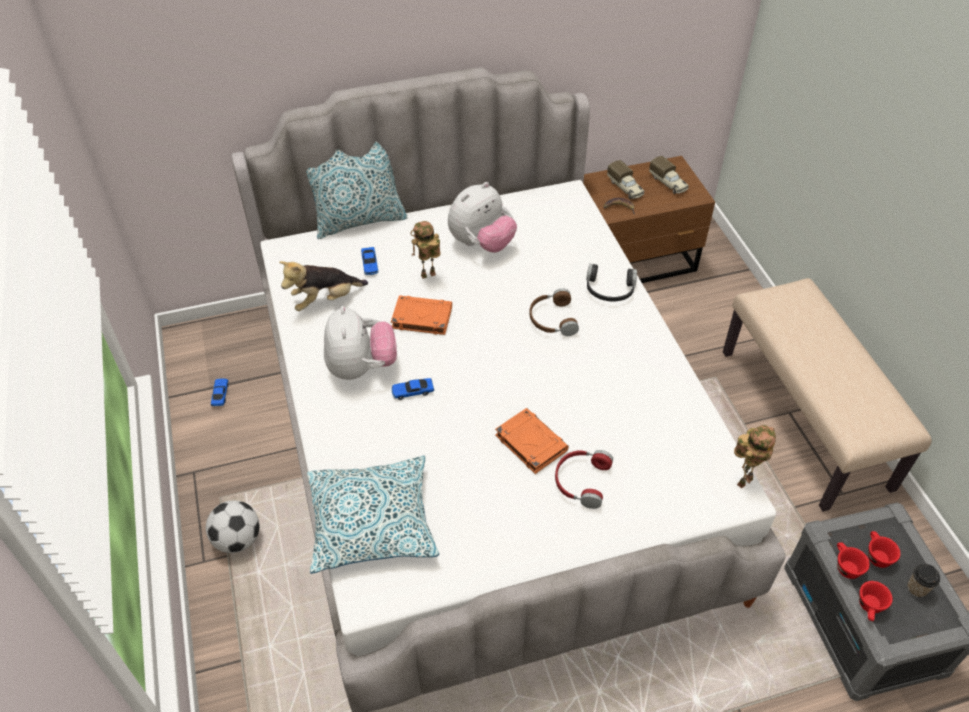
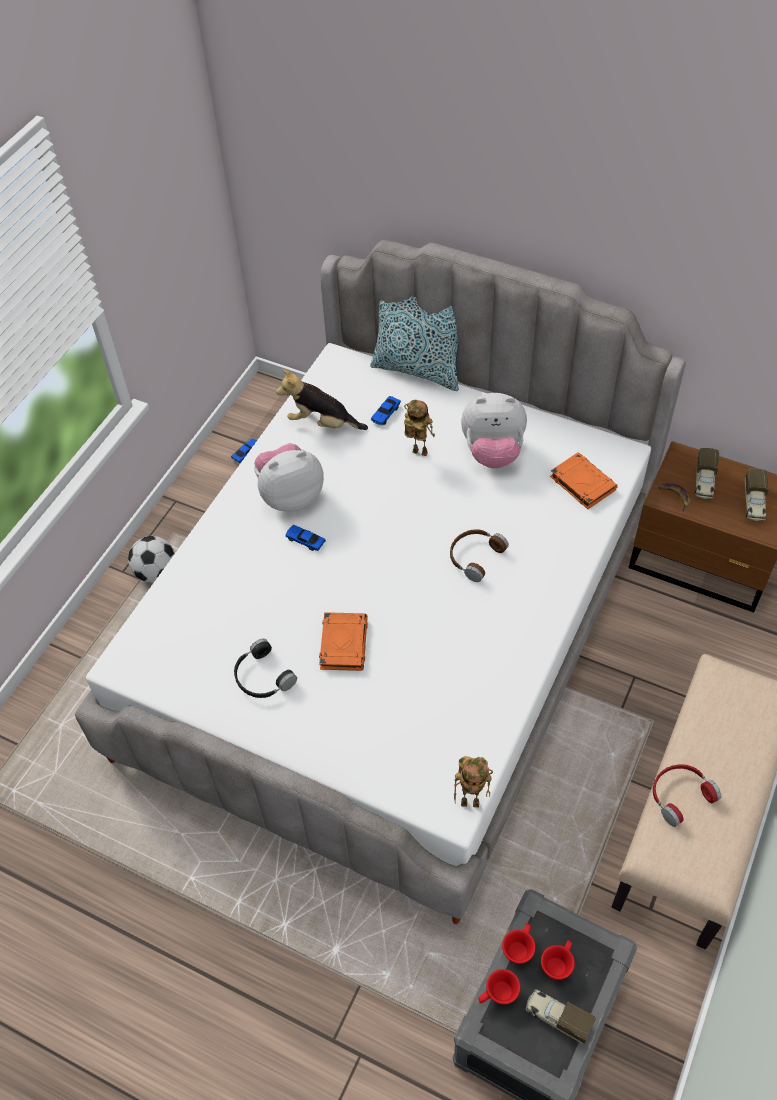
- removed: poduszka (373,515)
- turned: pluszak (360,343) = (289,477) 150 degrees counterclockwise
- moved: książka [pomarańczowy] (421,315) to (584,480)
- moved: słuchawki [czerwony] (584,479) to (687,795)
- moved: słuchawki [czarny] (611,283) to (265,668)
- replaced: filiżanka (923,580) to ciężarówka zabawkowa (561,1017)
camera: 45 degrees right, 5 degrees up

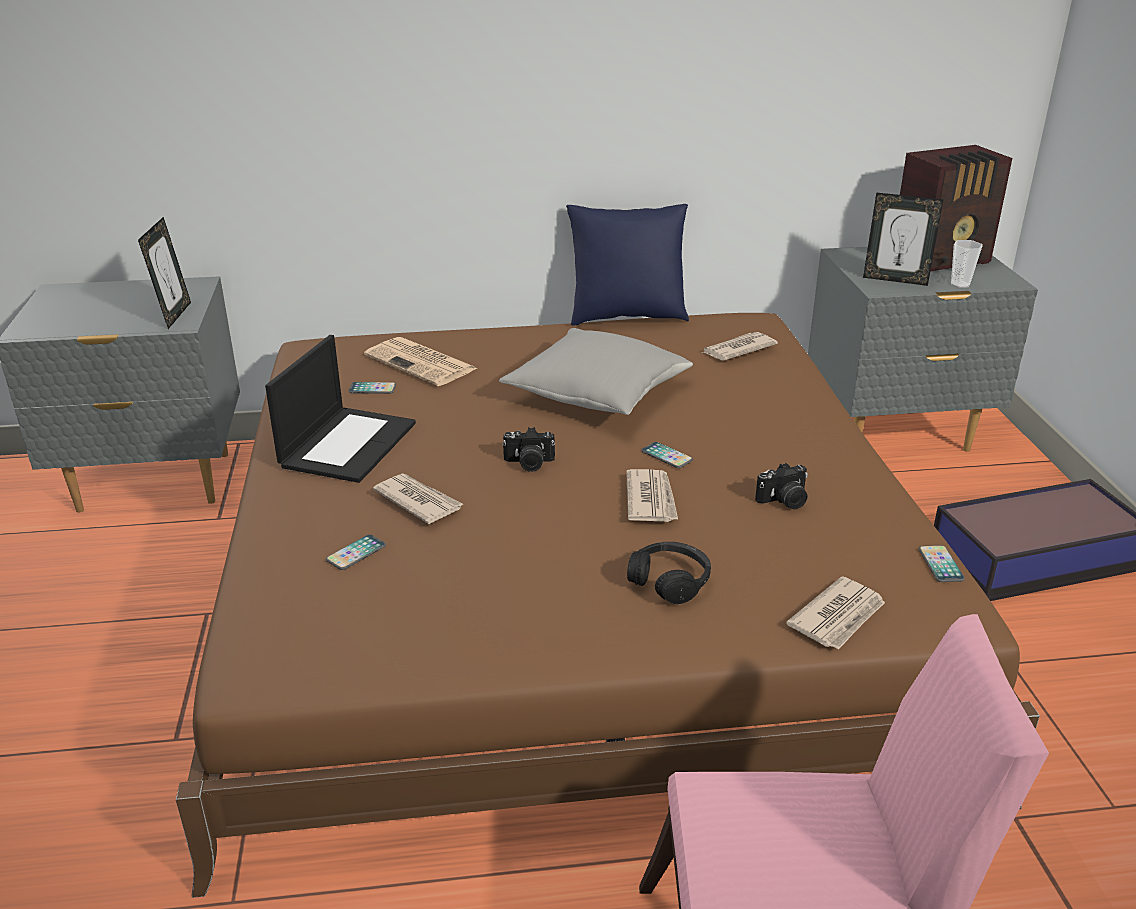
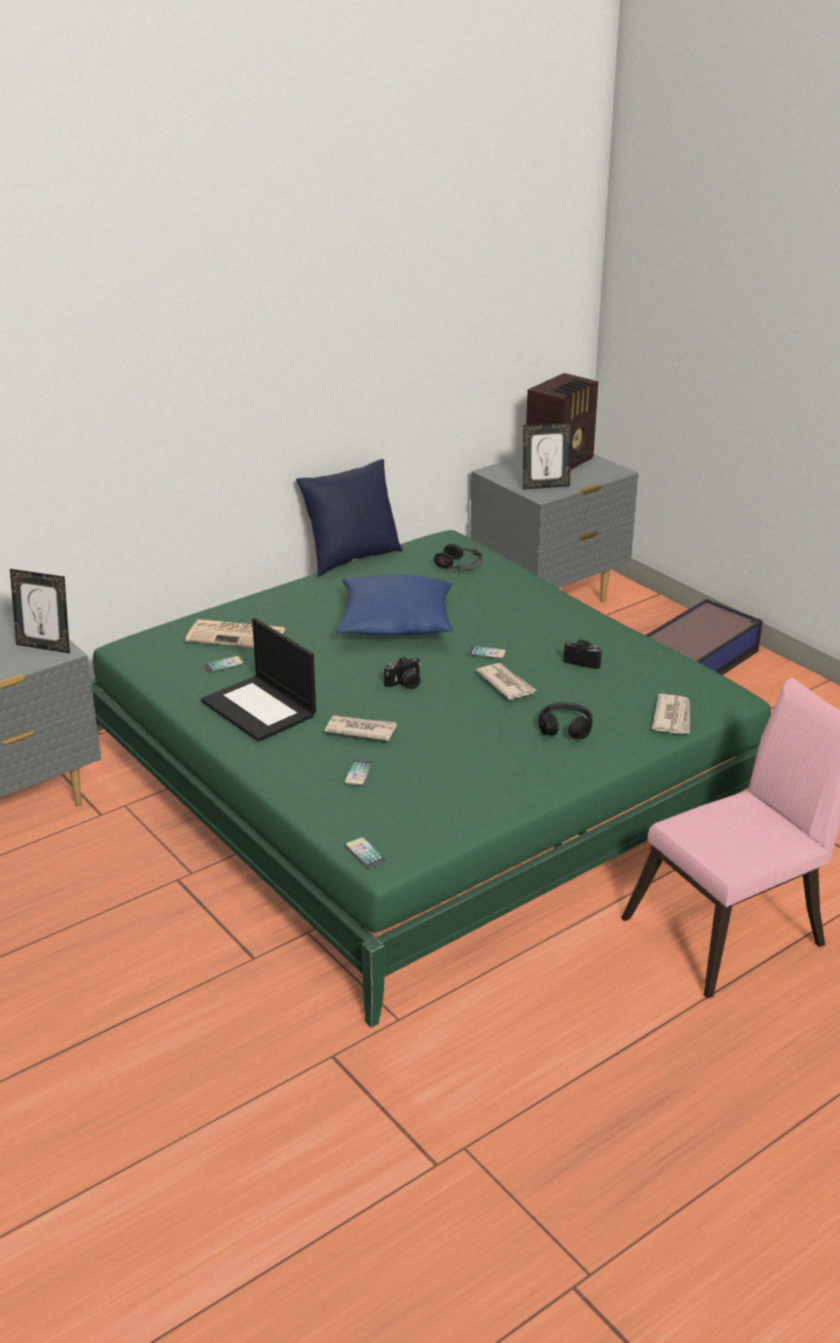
- turned: ramka na zdjęcie (164,273) = (40,611) 135 degrees clockwise
- recoloured: łóżko [brązowy] (608,605) to łóżko [zielony] (431,779)
- turned: laptop (340,409) = (258,680) 150 degrees clockwise
- recoloured: poduszka [szary] (596,371) to poduszka [niebieski] (394,605)
- replaced: gazeta (740,346) to słuchawki (458,558)
- turned: aparat fotograficzny (781,486) = (583,654) 105 degrees counterclockwise
- moved: telefon (942,563) to (365,852)
- removed: filiżanka (967,264)
camera: 30 degrees left, 0 degrees up

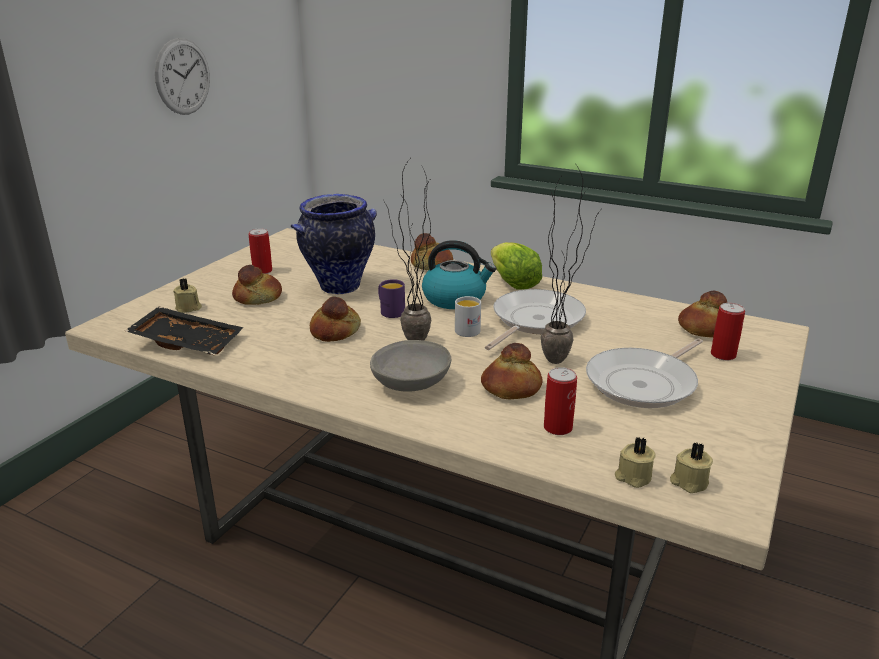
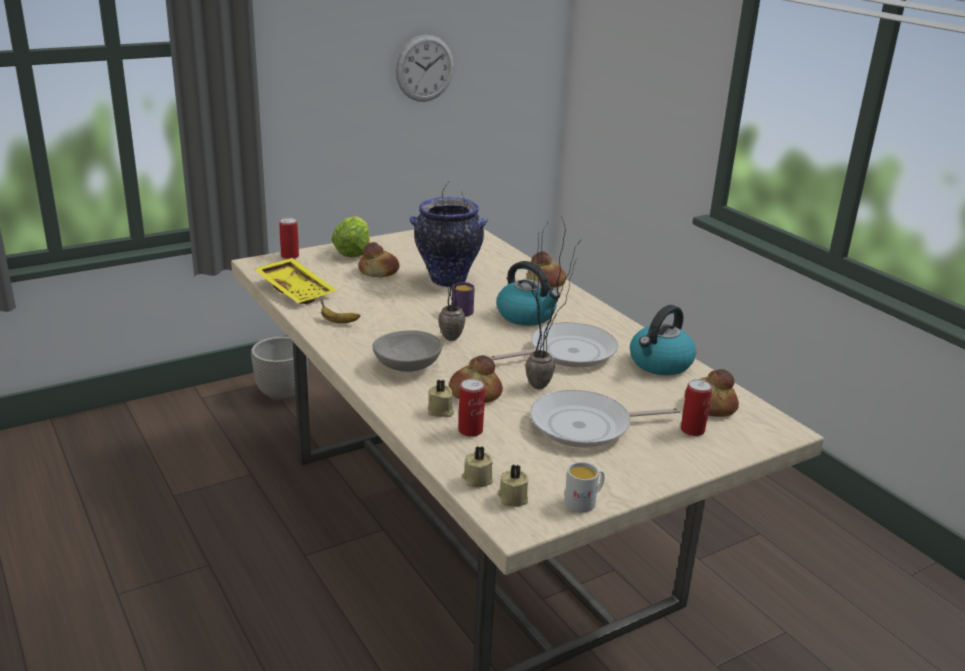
- recoloured: taca [czarny] (184,330) to taca [żółty] (295,281)
- moved: świeca [beżowy] (187,295) to (441,399)
- moved: puszka (260,251) to (289,238)
- removed: chleb (335,319)
- moved: kubek [biały] (468,316) to (585,487)
- moved: sałata (516,265) to (350,237)
- added: donica (279,369)
- added: banan (340,311)
- added: czajnik (663,340)
camera: 30 degrees right, 0 degrees up

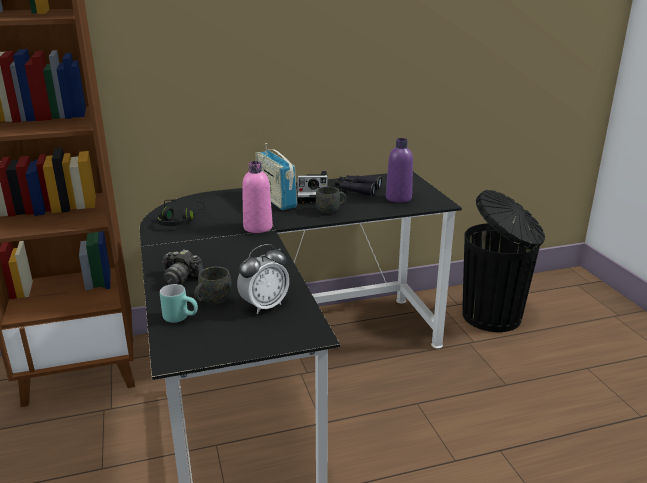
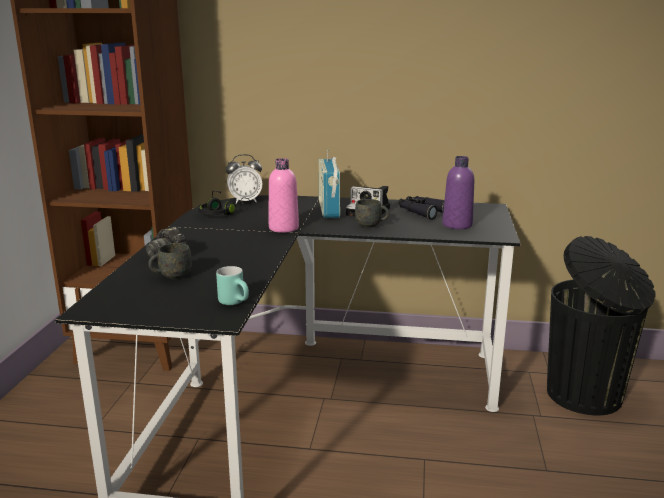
- moved: kubek [turkusowy] (179,303) to (232,285)
- moved: budzik (263,279) to (244,179)
camera: 25 degrees right, 5 degrees down

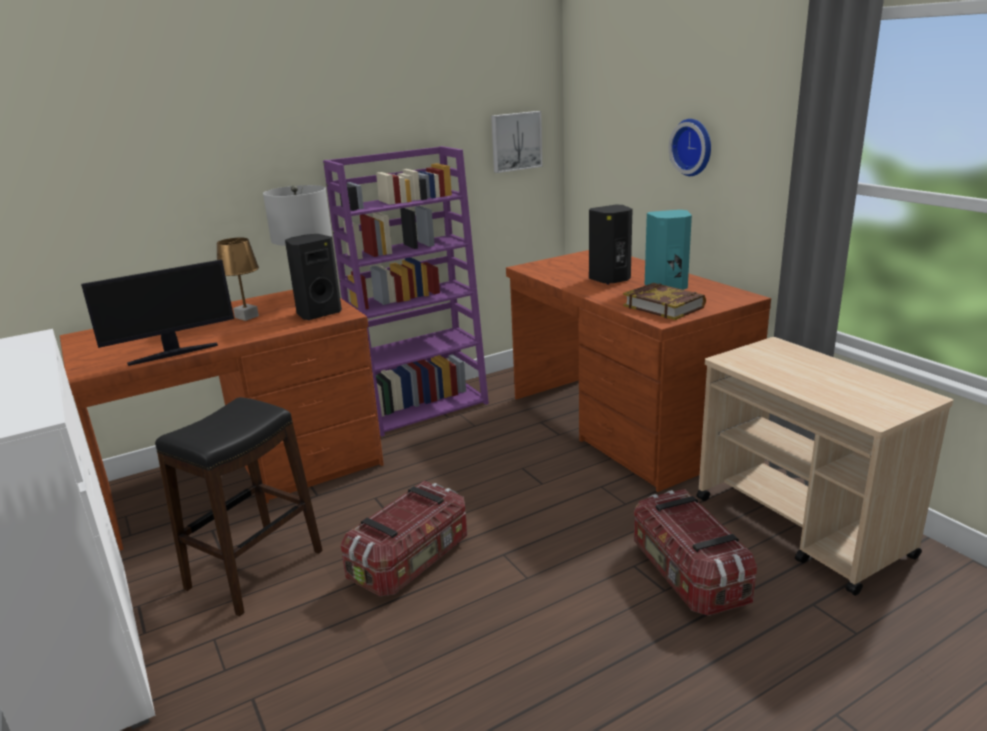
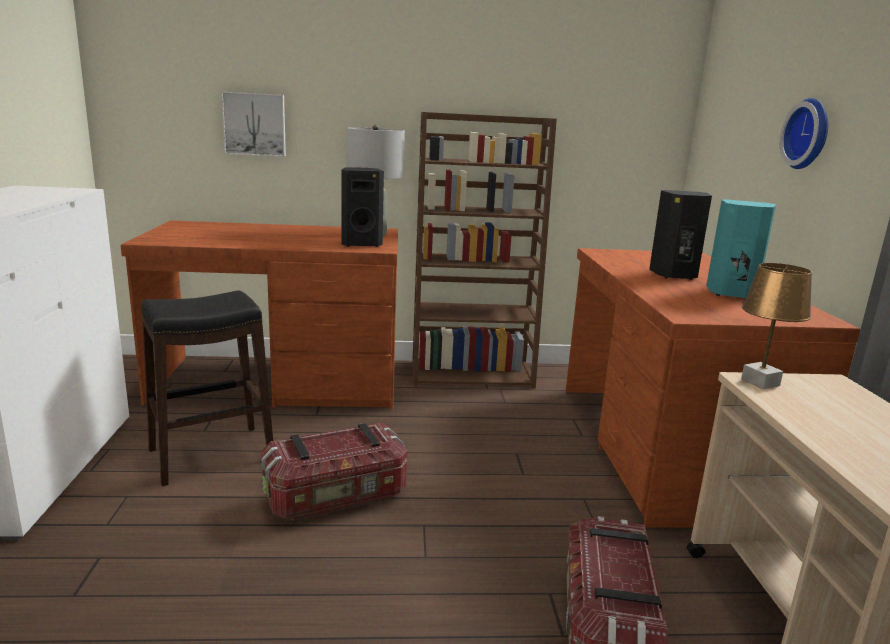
- removed: monitor (157,312)
- moved: lampa stołowa [brązowy] (237,279) to (776,326)
- recoloured: regał [fioletowy] (406,291) to regał [brązowy] (484,250)
- moved: obraz (516,142) to (253,124)
- removed: książka (664,301)
camera: 25 degrees right, 5 degrees down

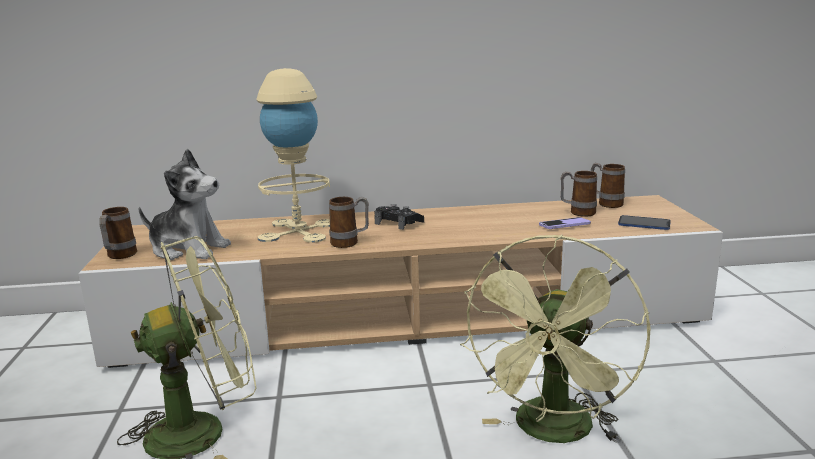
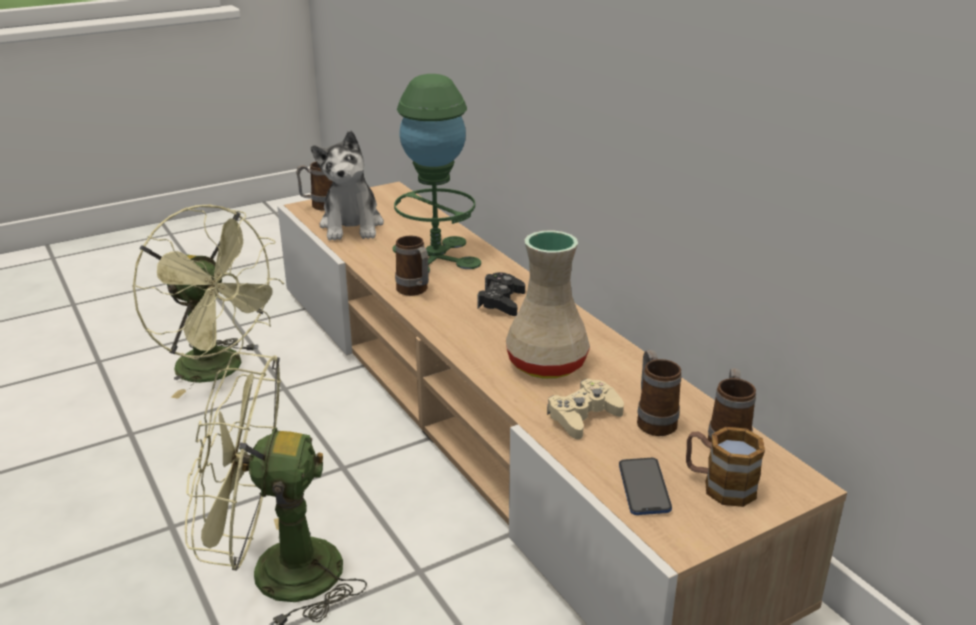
- recoloured: lampa stołowa [beżowy] (293,155) to lampa stołowa [zielony] (437,173)
- replaced: telefon (565,223) to pad do gier [beżowy] (585,409)
- added: wazon [beżowy] (548,305)
- added: kubek (725,467)
camera: 65 degrees right, 10 degrees up

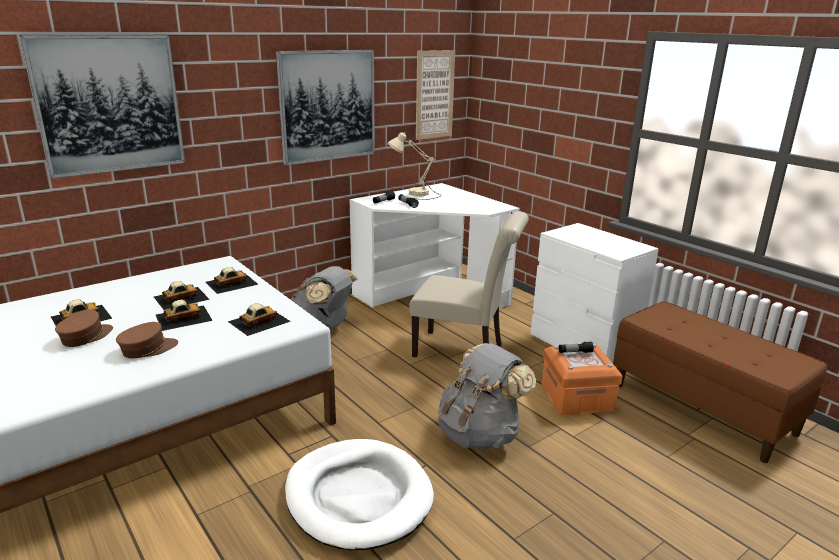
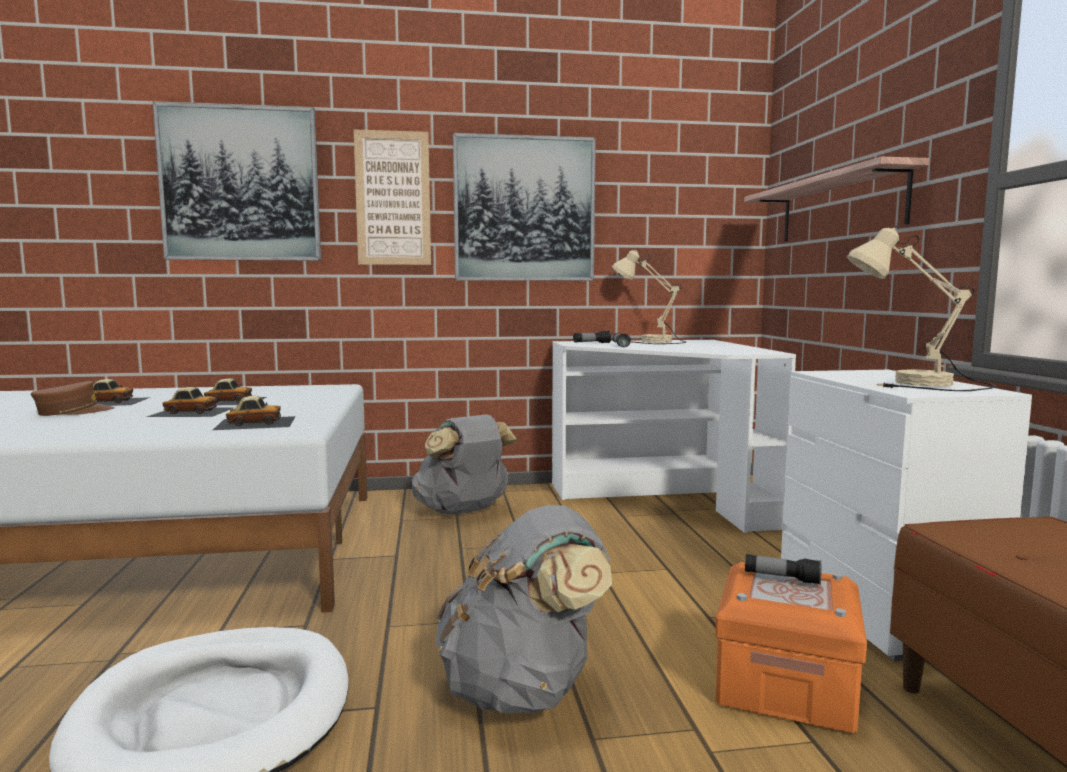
- removed: czapka z daszkiem [brązowy] (147,340)
- removed: samochodzik (232,280)
- removed: krzesło [beżowy] (469,284)
- moved: obraz (435,95) to (392,197)
- added: półka (837,199)
- added: lampa stołowa [beżowy] (921,308)
camera: 30 degrees right, 15 degrees down

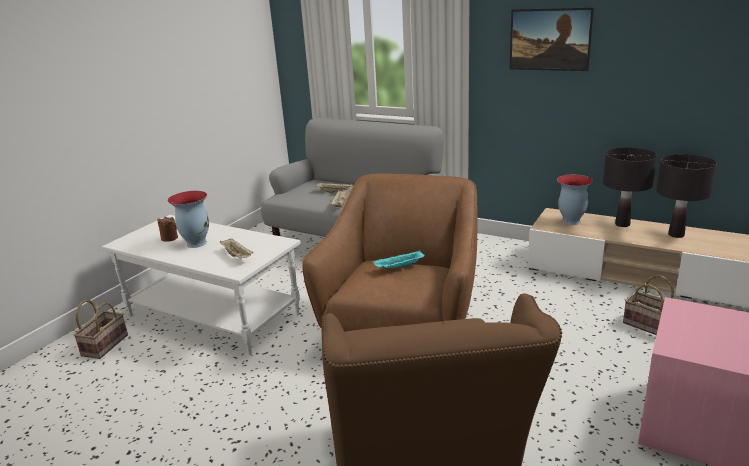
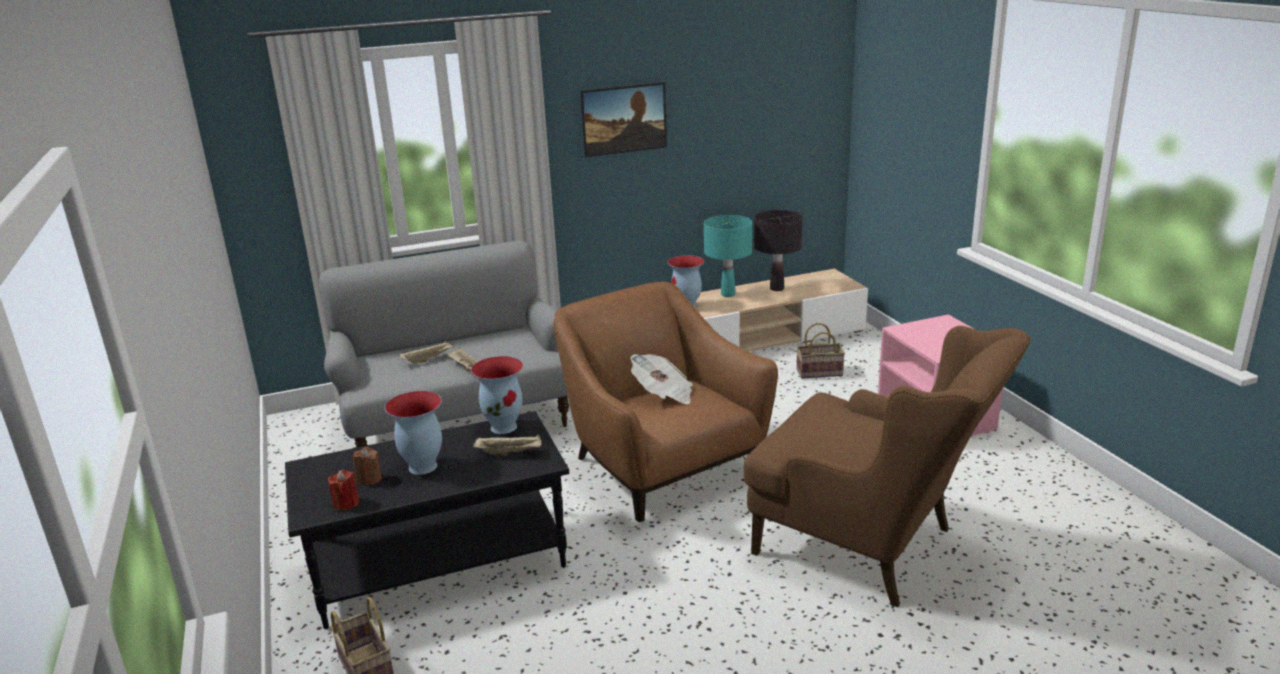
- recoloured: ława [biały] (201,285) to ława [czarny] (427,520)
- replaced: taca [turkusowy] (399,259) to gazeta (662,379)
- recoloured: lampa stołowa [czarny] (630,187) to lampa stołowa [turkusowy] (728,256)
- added: świeca [czerwony] (343,490)
- added: wazon (497,395)
camera: 50 degrees left, 0 degrees up

